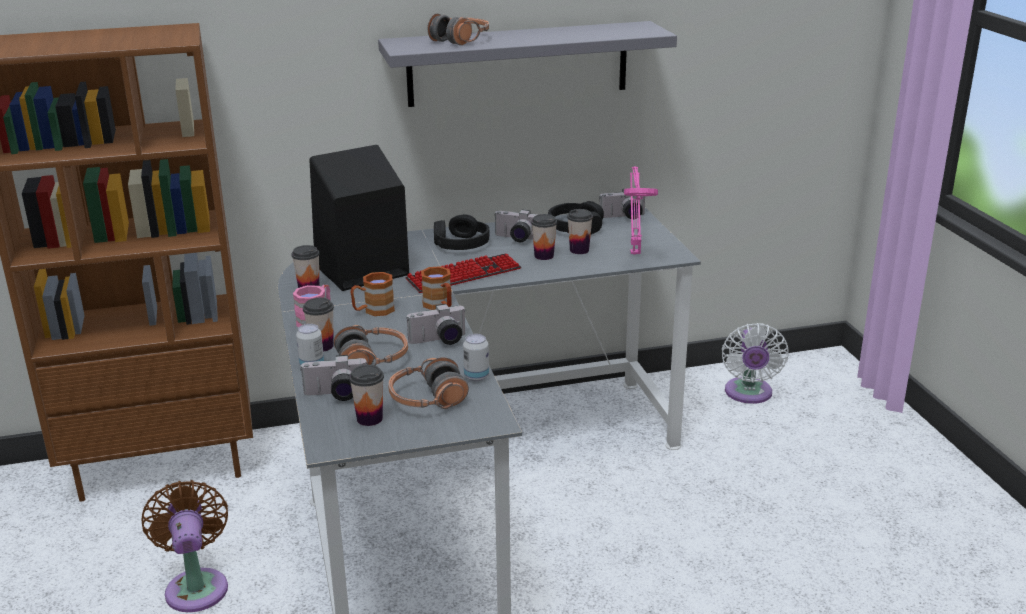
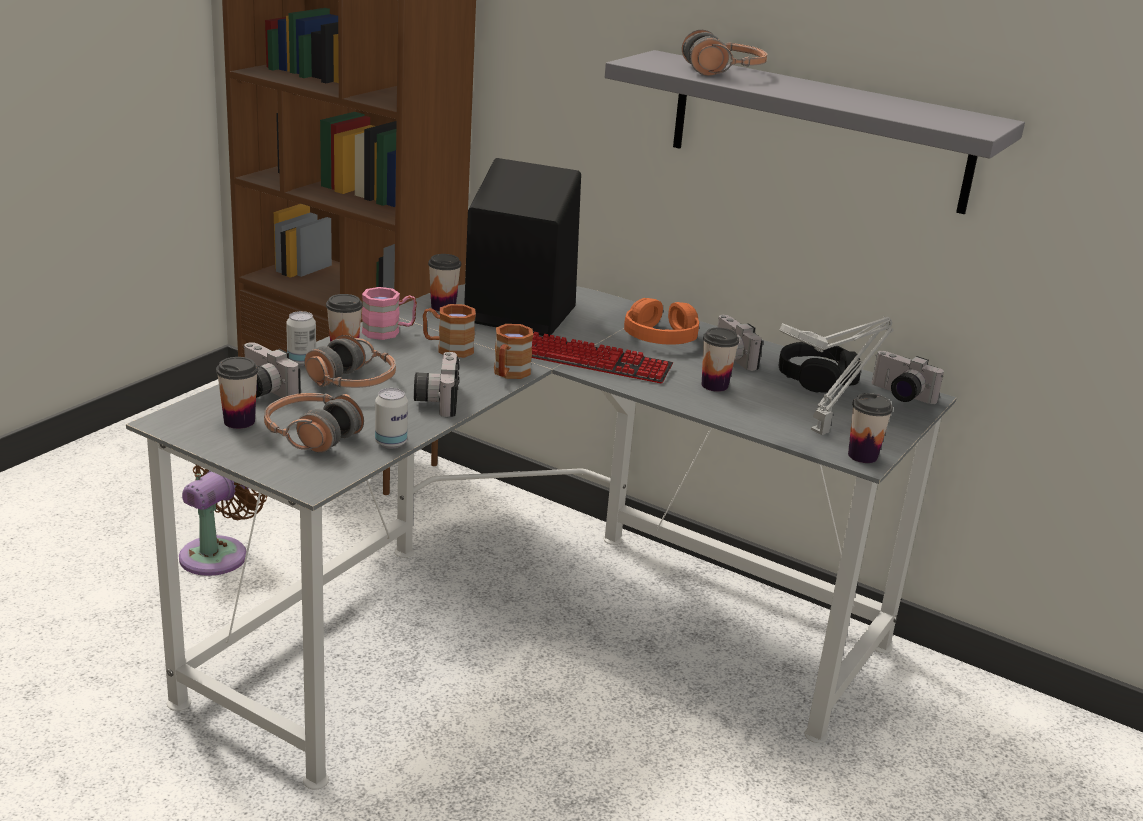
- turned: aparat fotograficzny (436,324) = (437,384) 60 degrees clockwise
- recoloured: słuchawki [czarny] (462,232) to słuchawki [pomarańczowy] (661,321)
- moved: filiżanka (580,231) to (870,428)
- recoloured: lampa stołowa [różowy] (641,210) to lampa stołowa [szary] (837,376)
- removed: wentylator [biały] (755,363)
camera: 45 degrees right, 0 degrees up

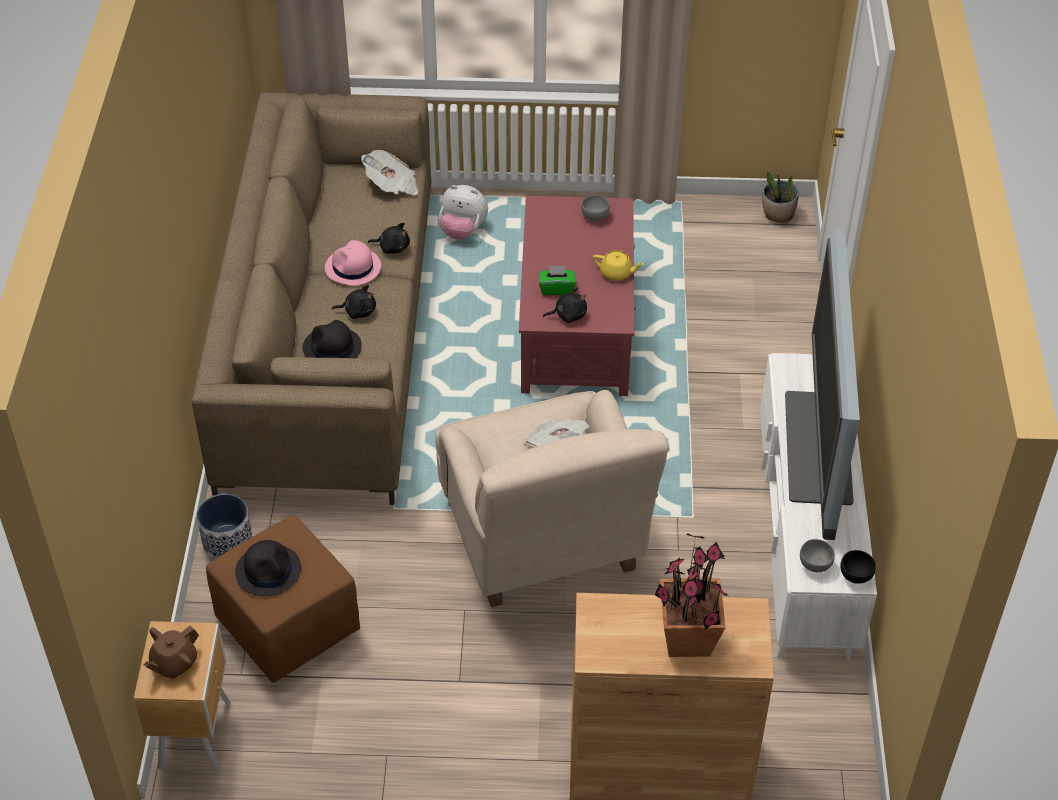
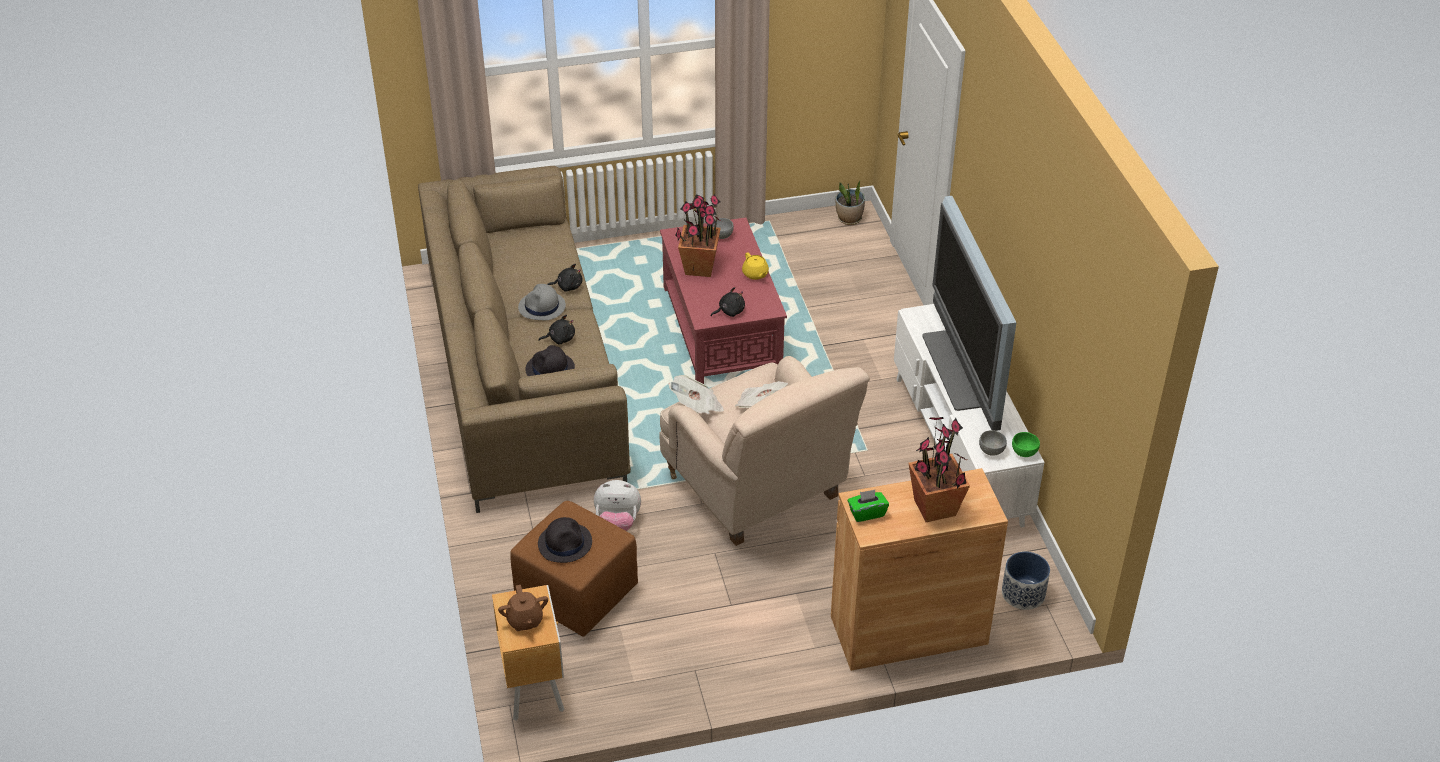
- turned: imbryk [brązowy] (171,652) = (523,608) 45 degrees counterclockwise
- moved: donica (224,526) to (1026,581)
- recoloured: kapelusz [różowy] (353,263) to kapelusz [szary] (542,302)
- moved: gazeta (389,172) to (696,394)
- moved: pluszak (463,212) to (617,505)
- moved: pudełko chusteczek [zielony] (557,280) to (868,506)
- turned: imbryk [żółty] (618,265) = (755,266) 60 degrees clockwise
- recoloured: miska [czarny] (858,567) to miska [zielony] (1026,444)
- added: roślina doniczkowa (698,235)
camera: 15 degrees left, 5 degrees down

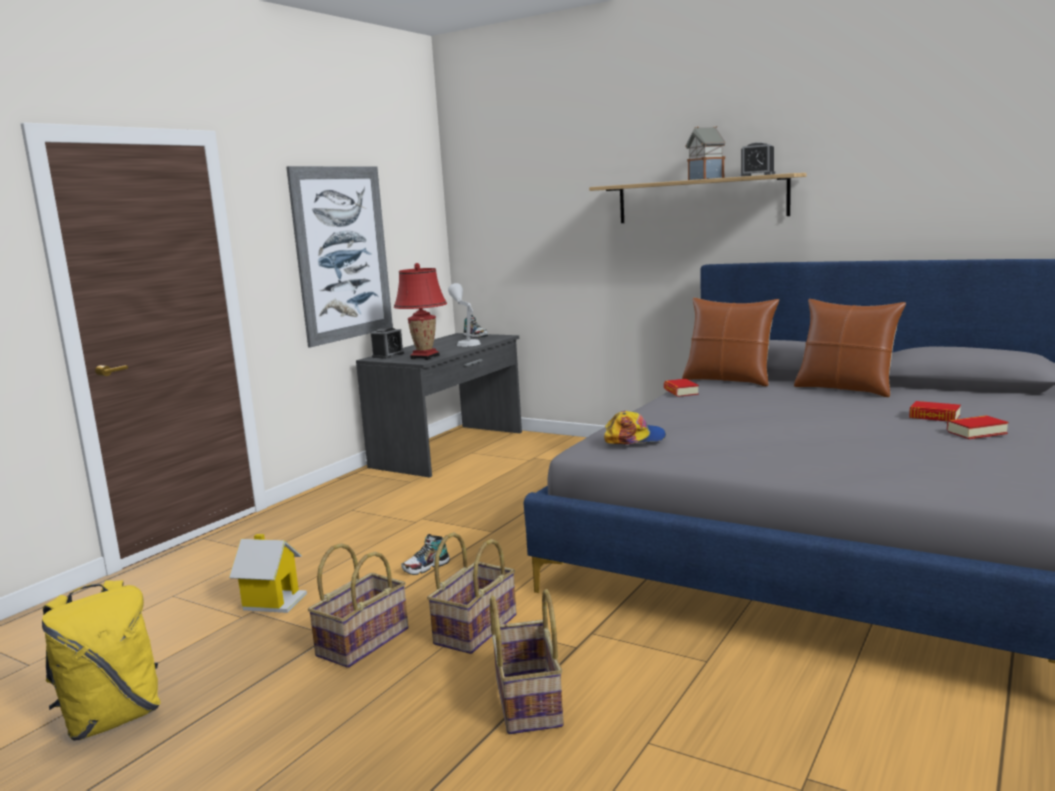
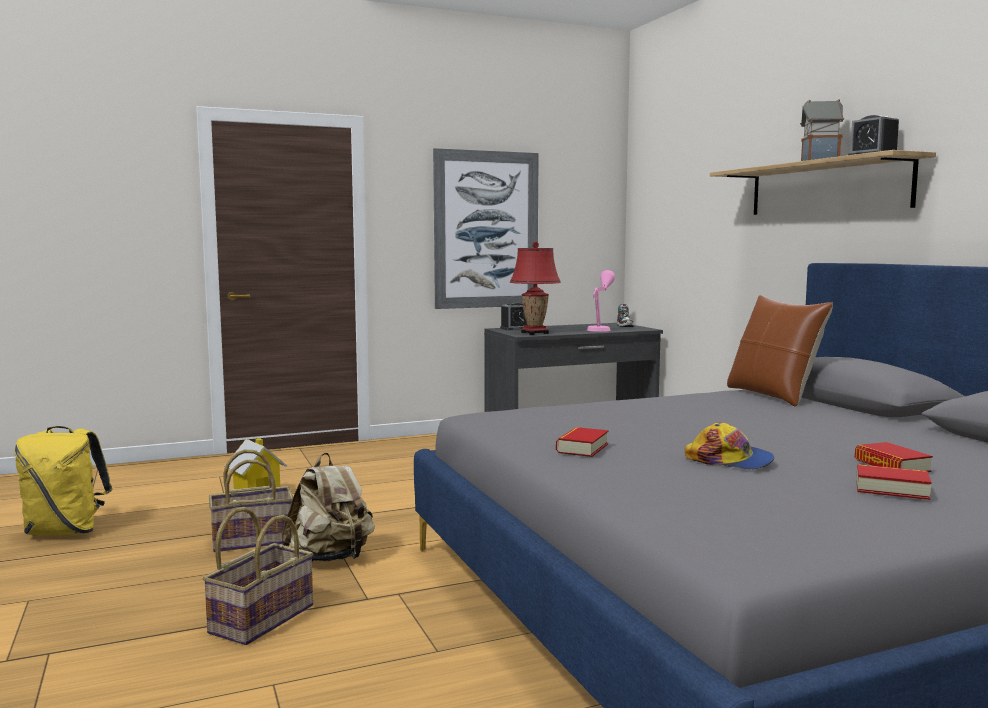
- removed: but (425,554)
- replaced: koszyk (471,593) to plecak [beżowy] (328,507)
- recoloured: lampa stołowa [szary] (464,315) to lampa stołowa [różowy] (601,301)
- moved: czapka z daszkiem (635,428) to (729,446)
- moved: książka (681,388) to (582,442)
- removed: poduszka [brązowy] (850,348)
camera: 35 degrees right, 5 degrees down

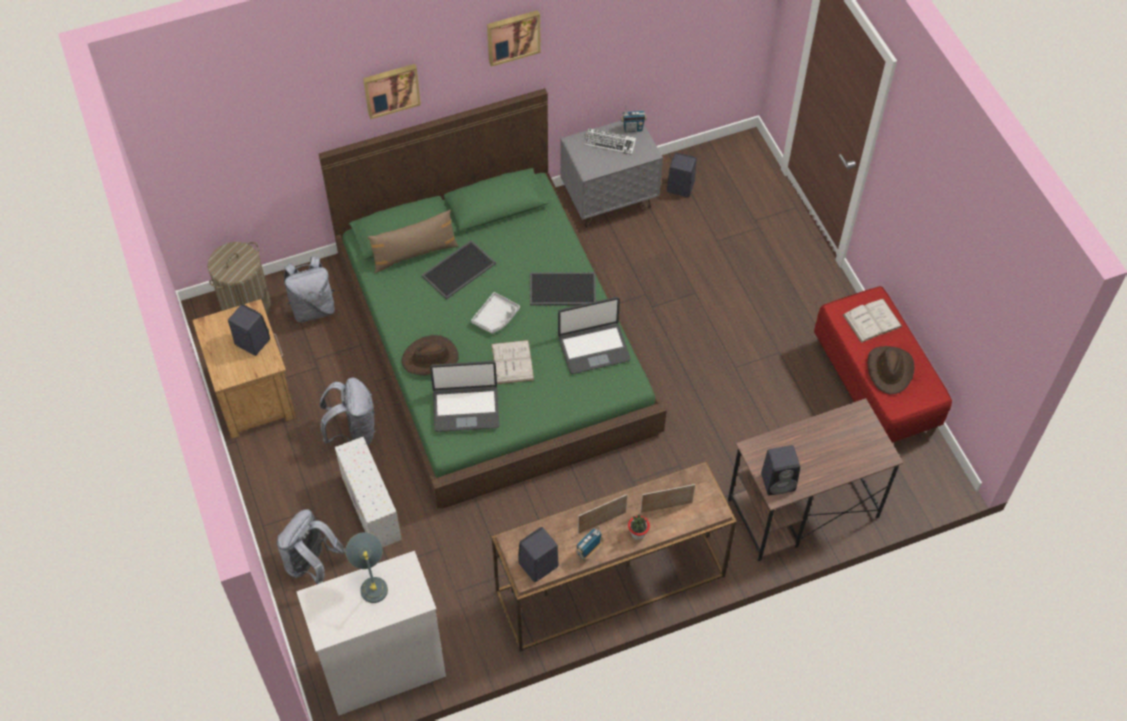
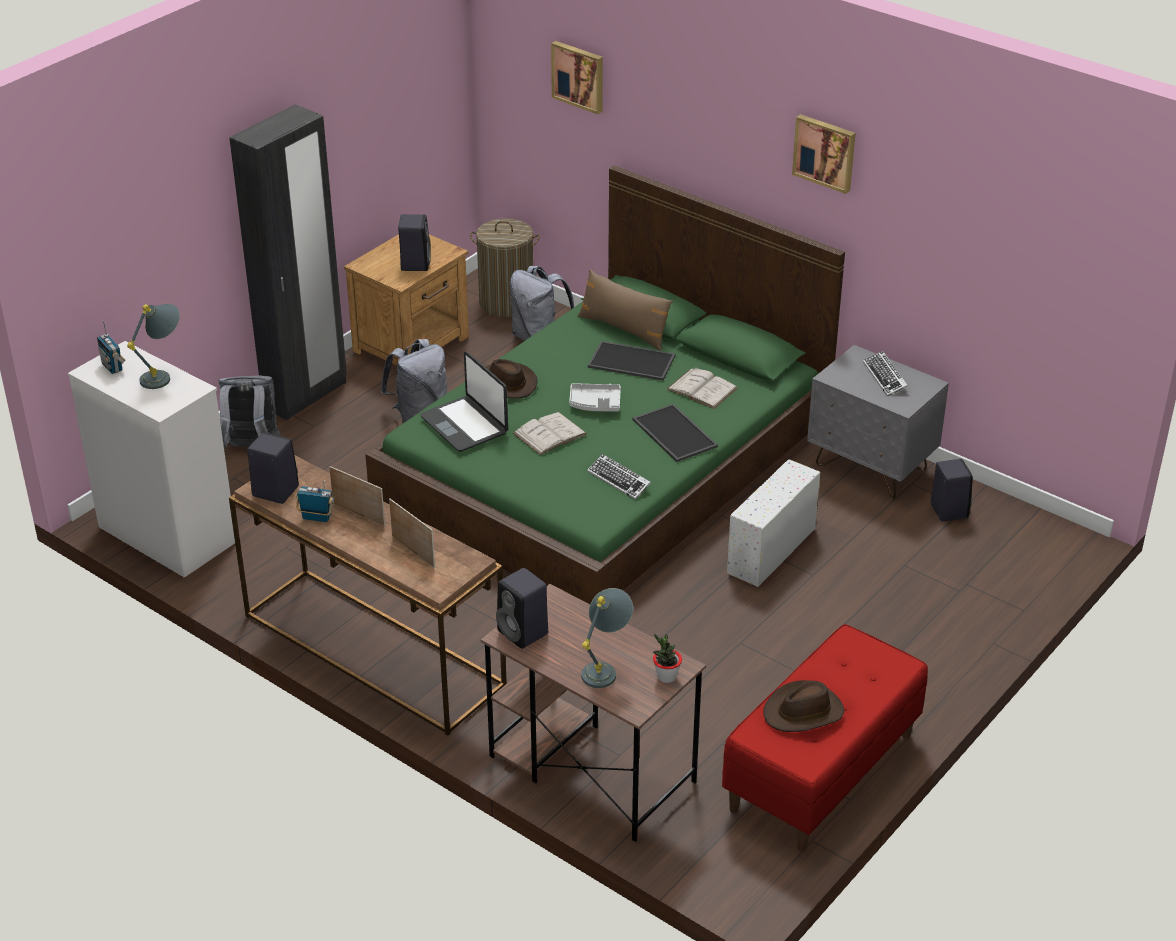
- moved: pojemnik do przechowywania [biały] (368,492) to (773,523)
- moved: obraz (392,92) to (577,77)
- replaced: laptop (594,335) to klawiatura (619,477)
- moved: radio (634,118) to (111,347)
- moved: roślina doniczkowa (639,527) to (667,658)
- moved: książka [biały] (873,321) to (702,388)
- added: szafa [czarny] (288,262)
- added: lampa stołowa [szary] (607,638)
camera: 60 degrees right, 20 degrees down

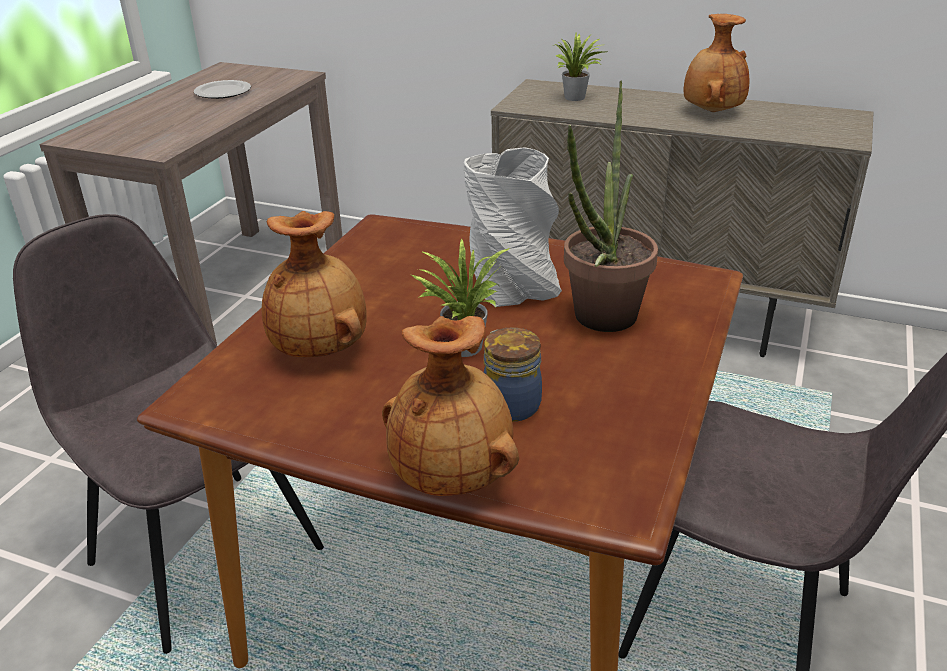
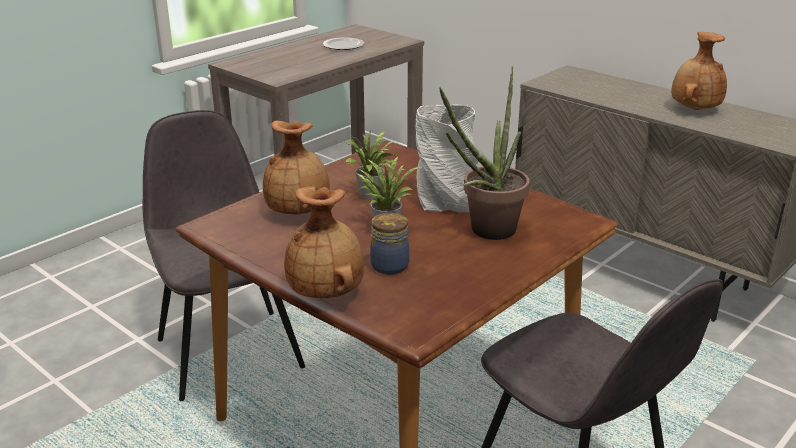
- moved: roślina doniczkowa (580,67) to (368,165)
camera: 20 degrees right, 5 degrees down

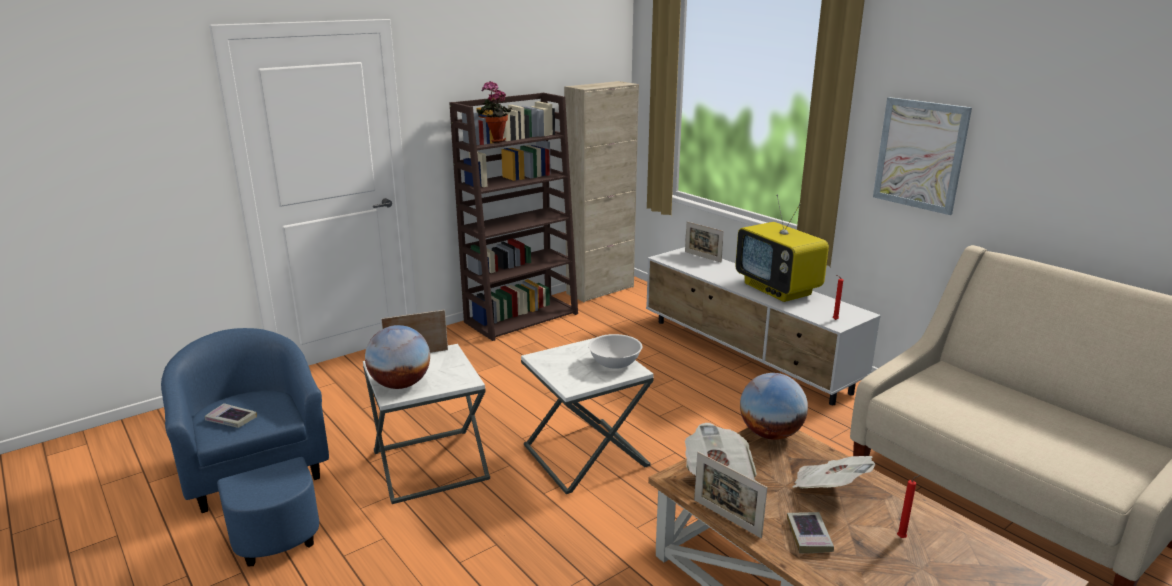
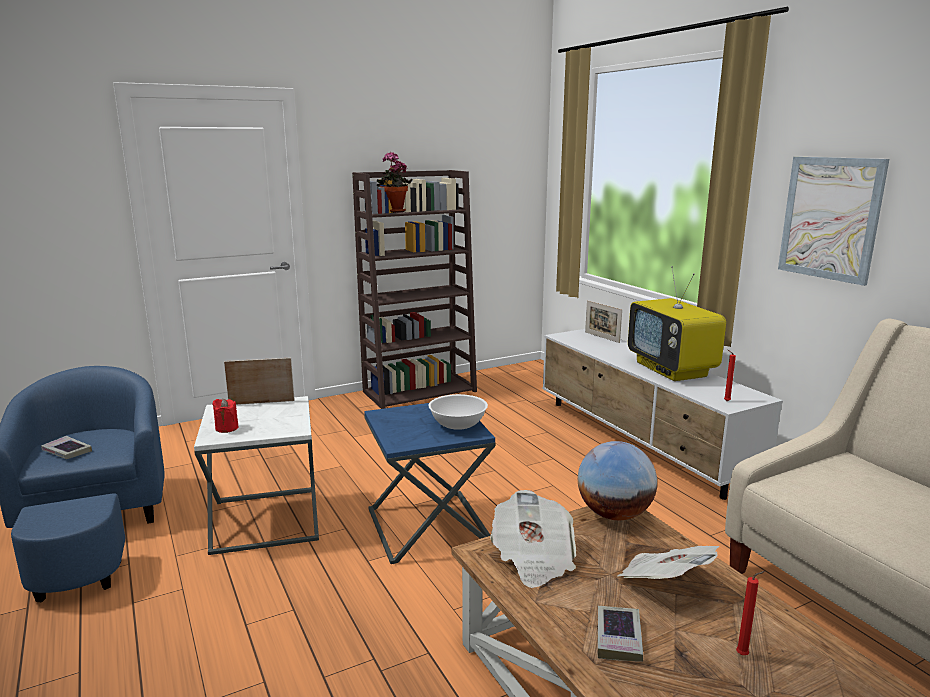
- replaced: globus (397,357) to świeca [czerwony] (225,415)
- recoloured: stolik [biały] (587,416) to stolik [niebieski] (429,483)
- removed: szafka [beżowy] (601,191)
- removed: ramka na zdjęcie (730,495)
camera: 10 degrees right, 5 degrees down

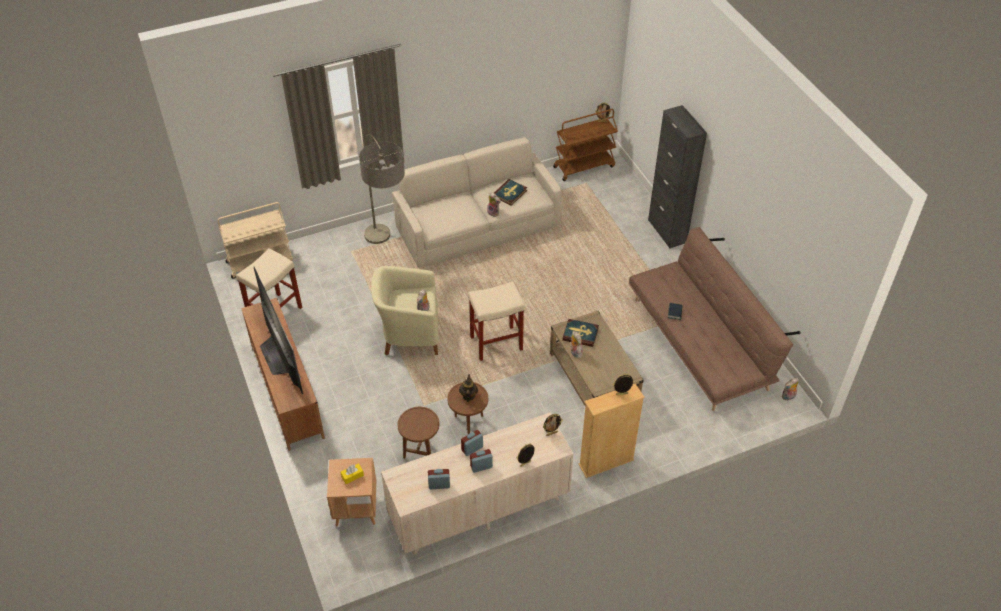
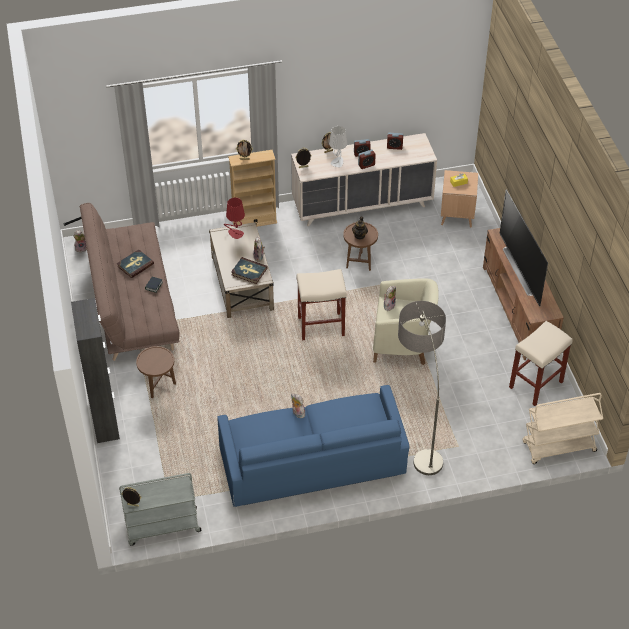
- recoloured: kanapa [beżowy] (477,202) to kanapa [niebieski] (313,446)
- moved: stolik [brązowy] (418,432) to (156,372)
- moved: książka (510,192) to (135,263)
- recoloured: wózek [brązowy] (585,145) to wózek [szary] (160,509)
- added: lampa stołowa [czerwony] (234,218)
- added: lampa stołowa [szary] (338,146)
camera: 170 degrees left, 0 degrees up

